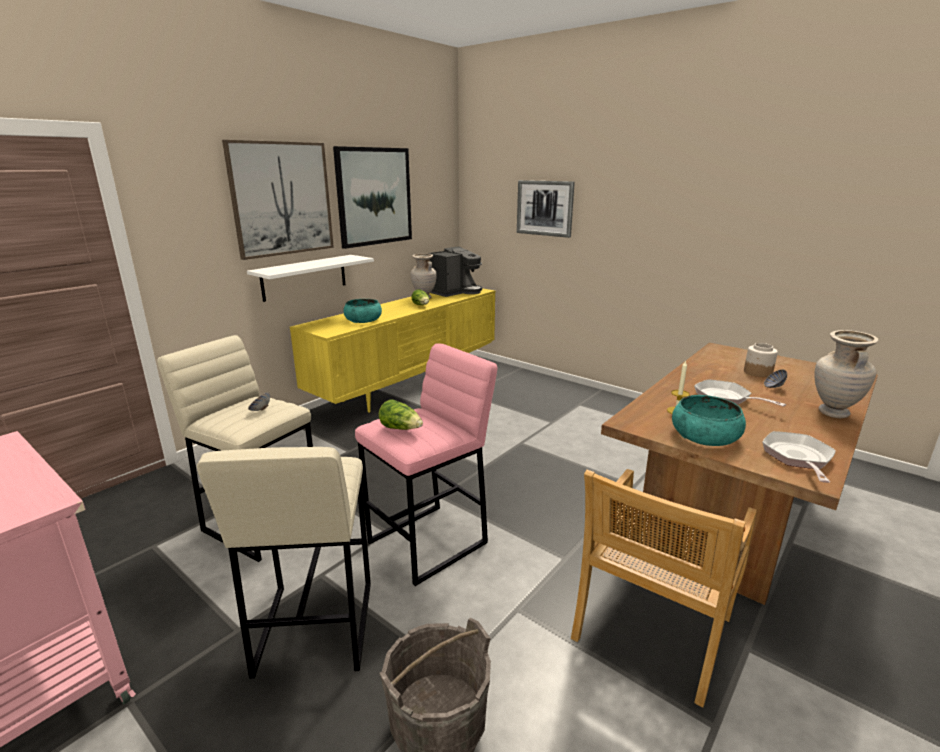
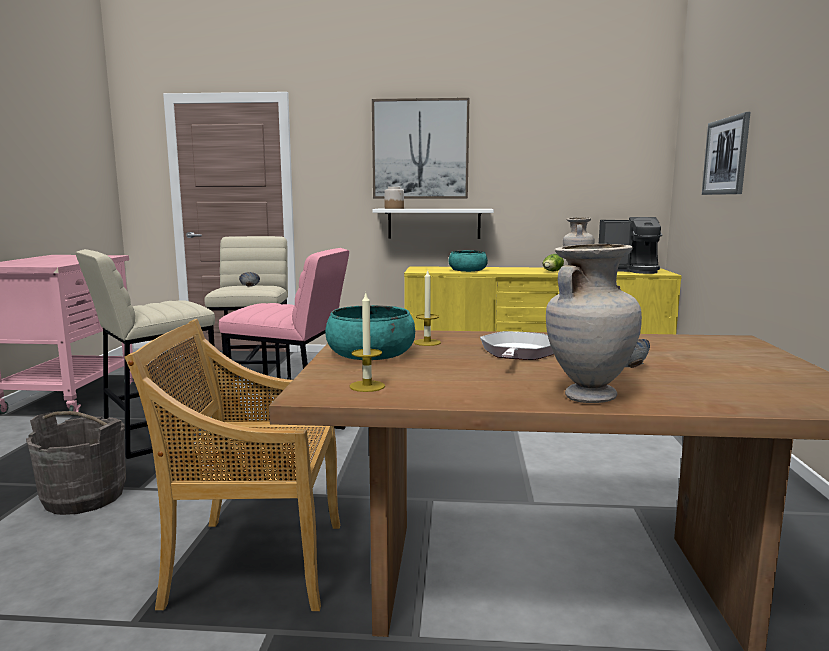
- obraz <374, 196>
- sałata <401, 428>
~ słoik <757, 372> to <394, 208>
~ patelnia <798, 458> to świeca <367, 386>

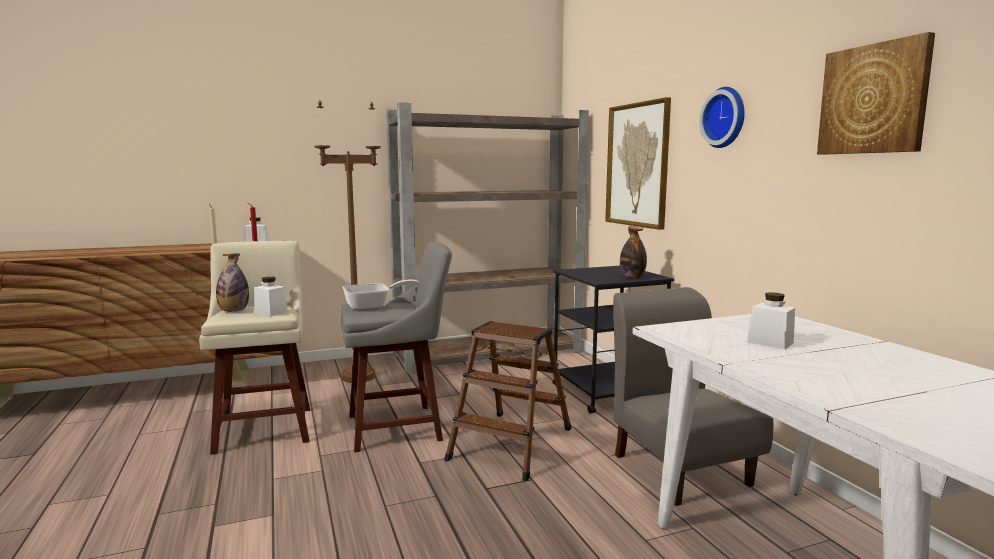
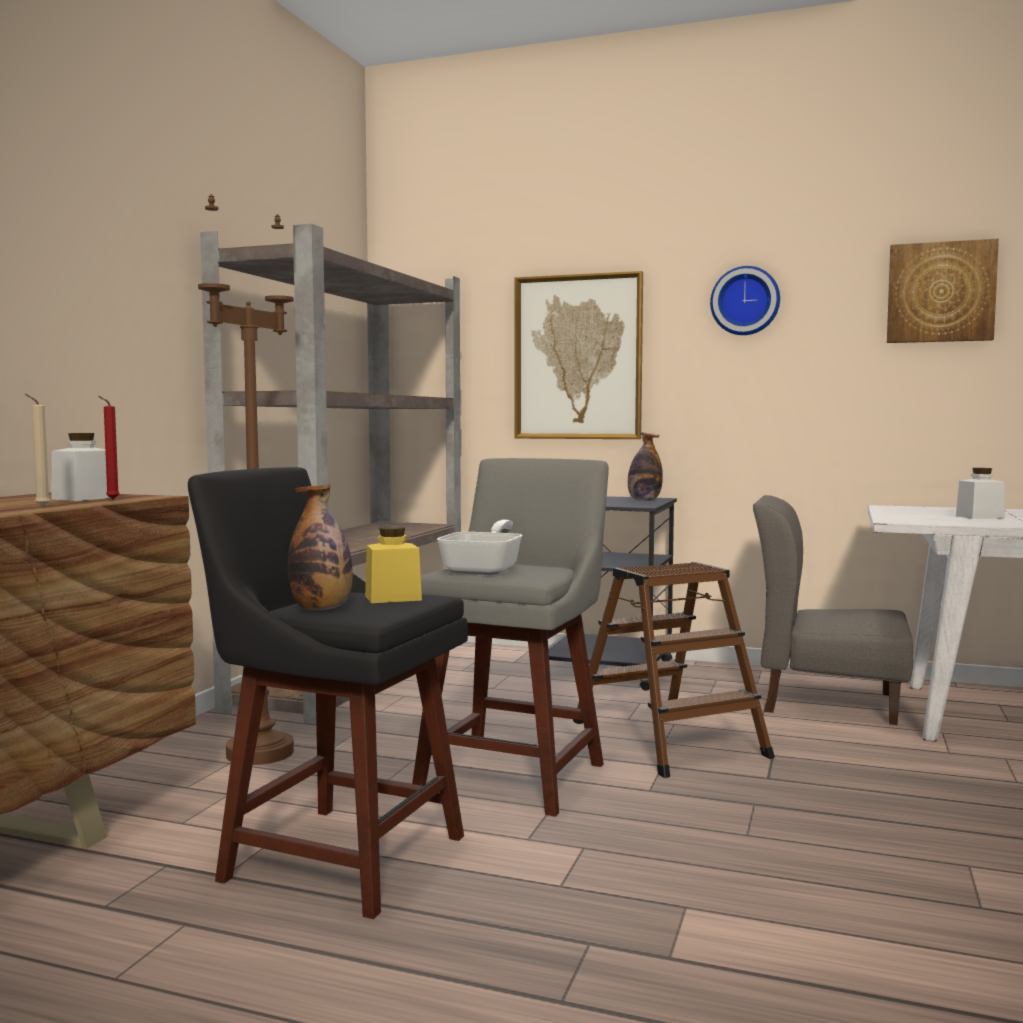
~ stołek [beżowy] <265, 427> to stołek [czarny] <336, 855>
~ słoik [biały] <271, 312> to słoik [żółty] <393, 598>

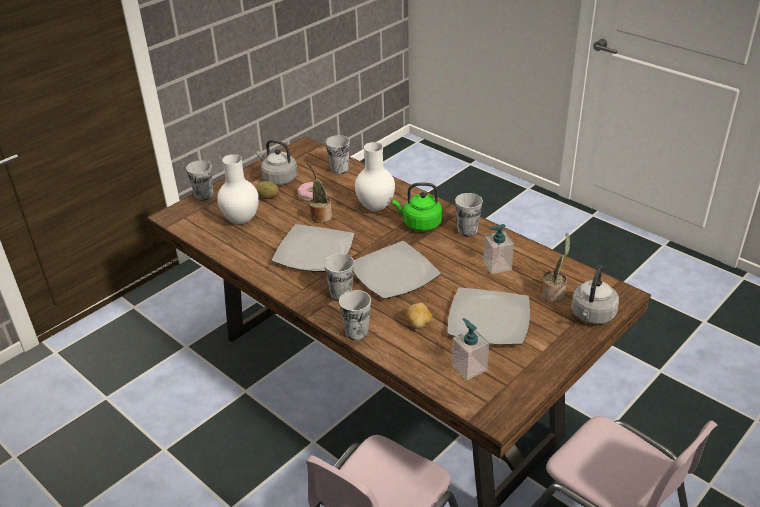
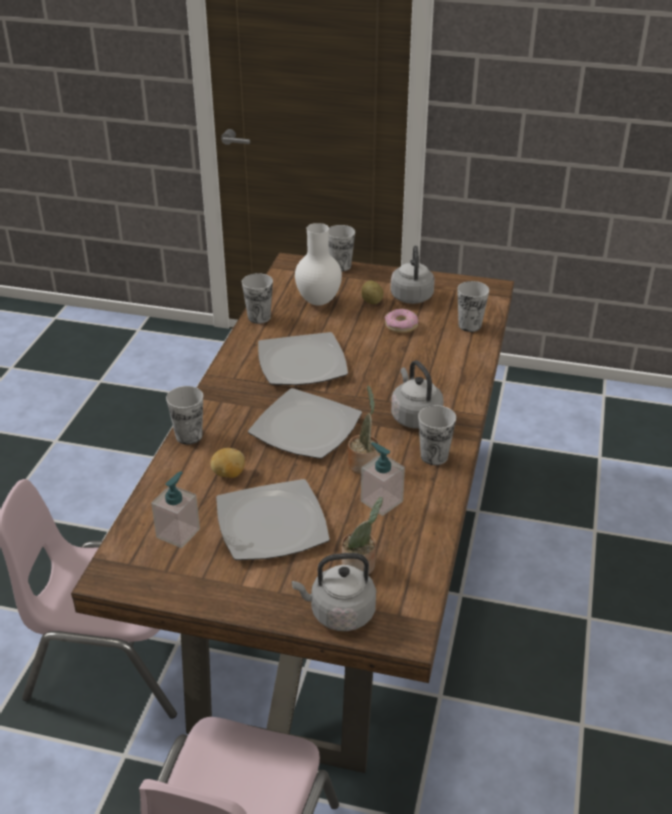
~ roślina doniczkowa <320, 216> to <363, 463>
~ filiżanka <341, 294> to <259, 317>
- wazon [biały] <375, 208>
~ czajnik [zielony] <420, 224> to czajnik [szary] <414, 416>

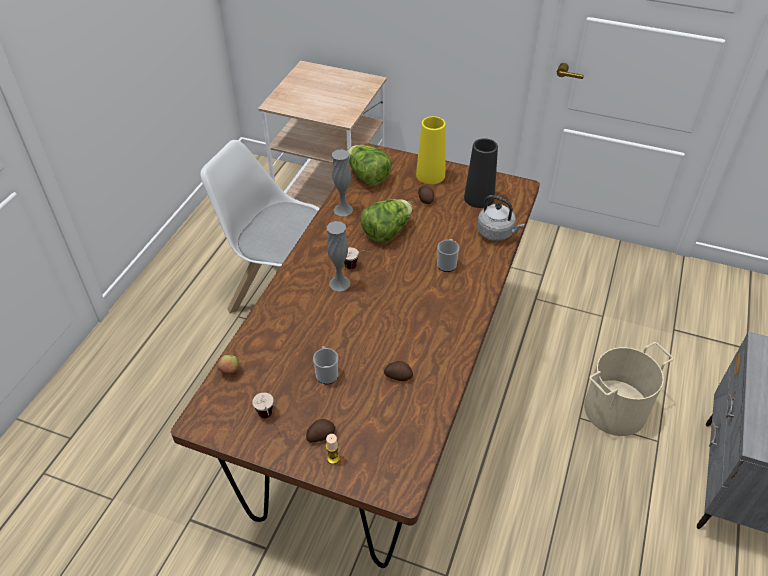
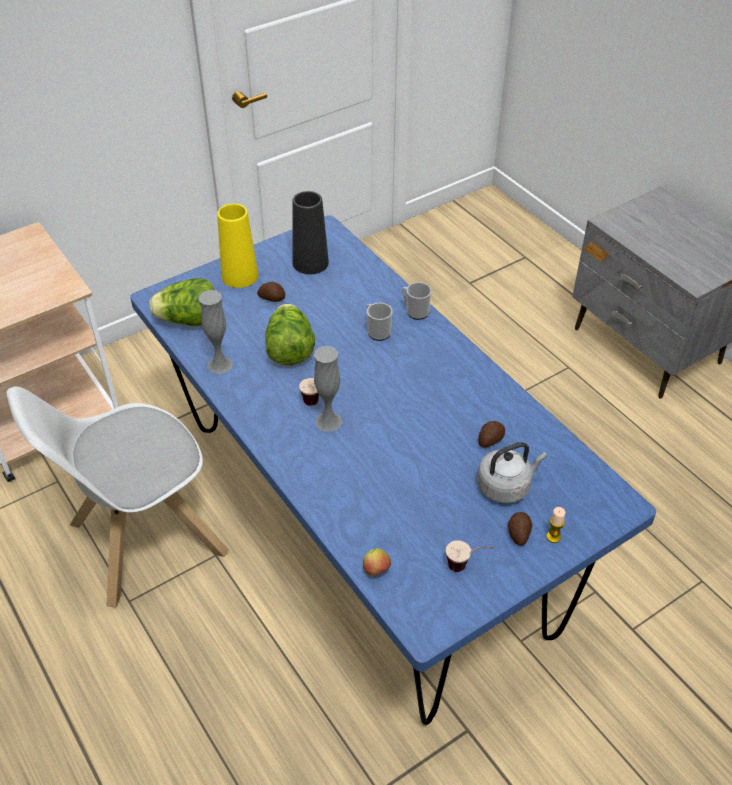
~ stół jadalny [brązowy] <385, 398> to stół jadalny [niebieski] <368, 526>
~ kubek <326, 373> to <415, 311>
~ czajnik [szary] <497, 233> to <506, 486>
- wiadro [beżowy] <616, 410>

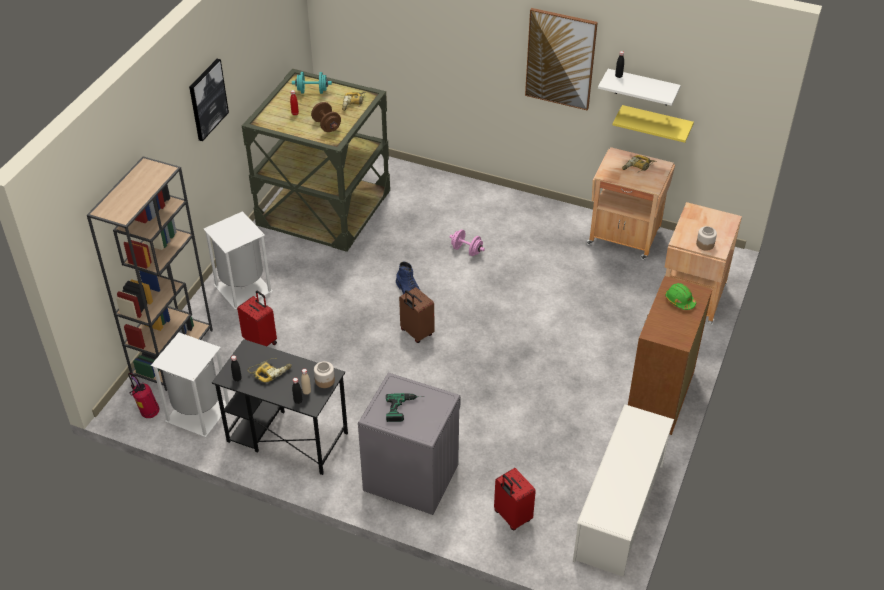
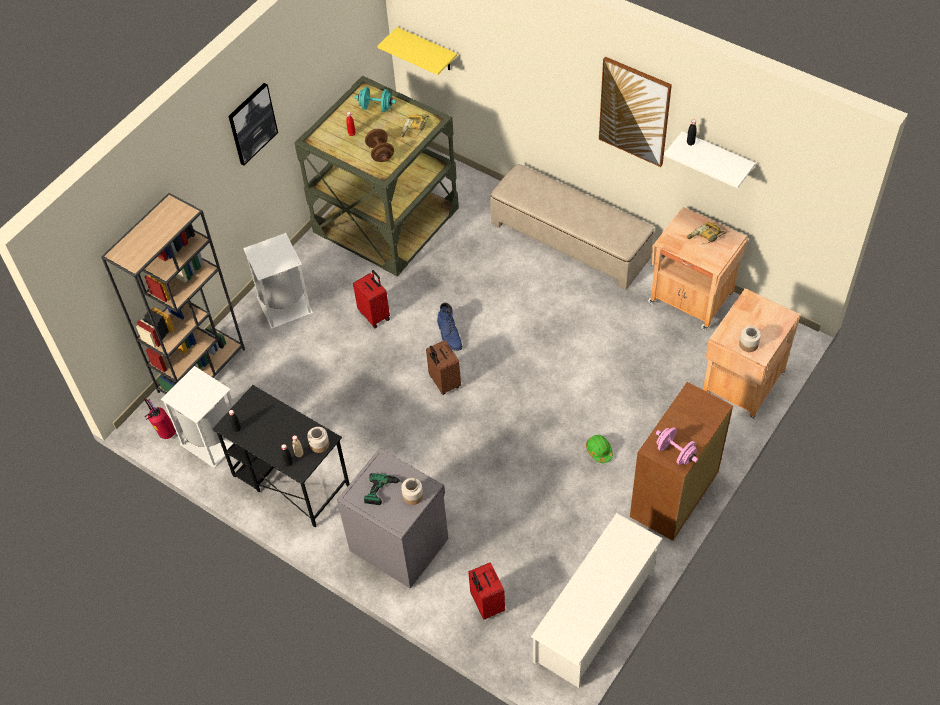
~ walizka [czerwony] <261, 341> to <375, 315>
- wiertarka <270, 371>
~ hantel [różowy] <466, 250> to <675, 453>
~ półka [żółty] <656, 123> to <427, 50>
~ kask [zielony] <679, 300> to <599, 451>
+ słoik <413, 495>
+ ławka [beżowy] <571, 240>

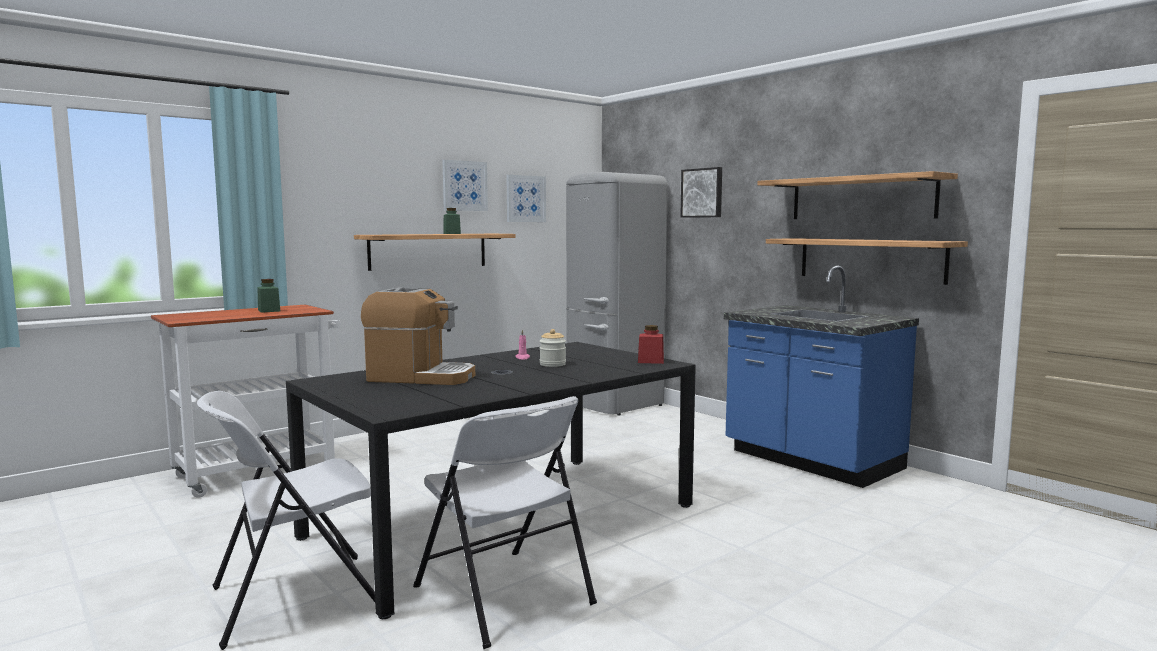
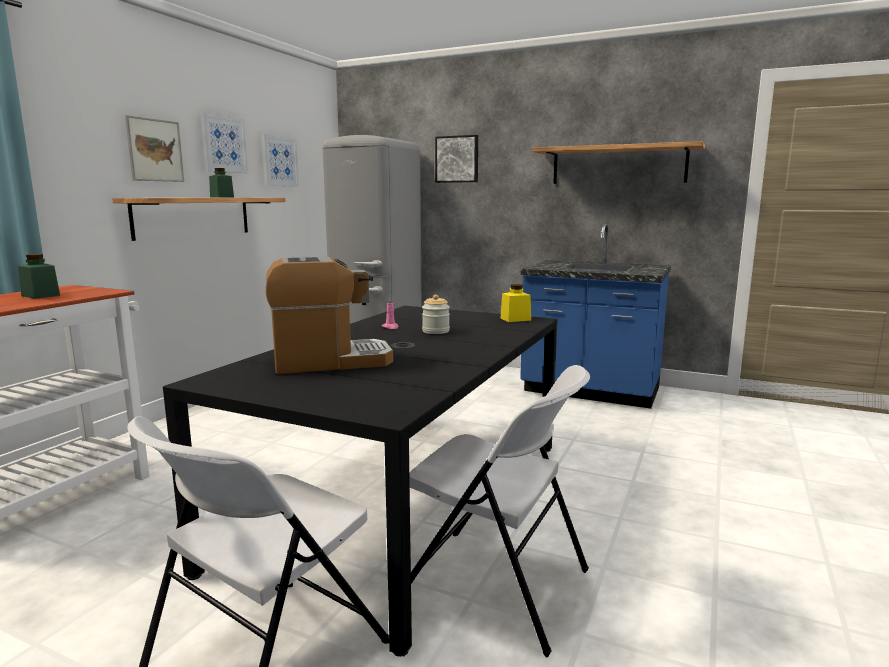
~ słoik [czerwony] <650, 361> to słoik [żółty] <515, 319>
- półka <870, 259>
+ obraz <155, 150>

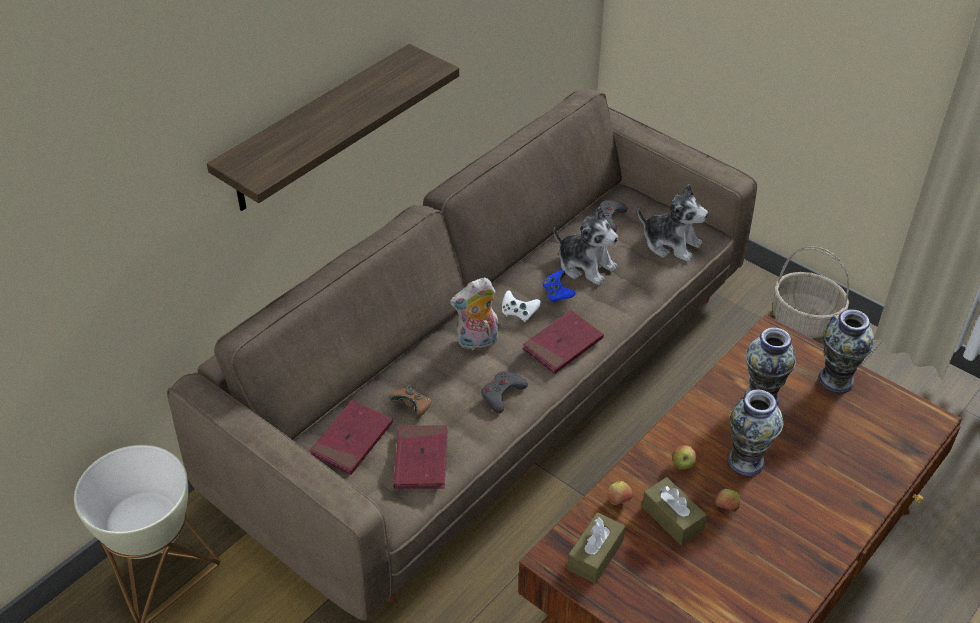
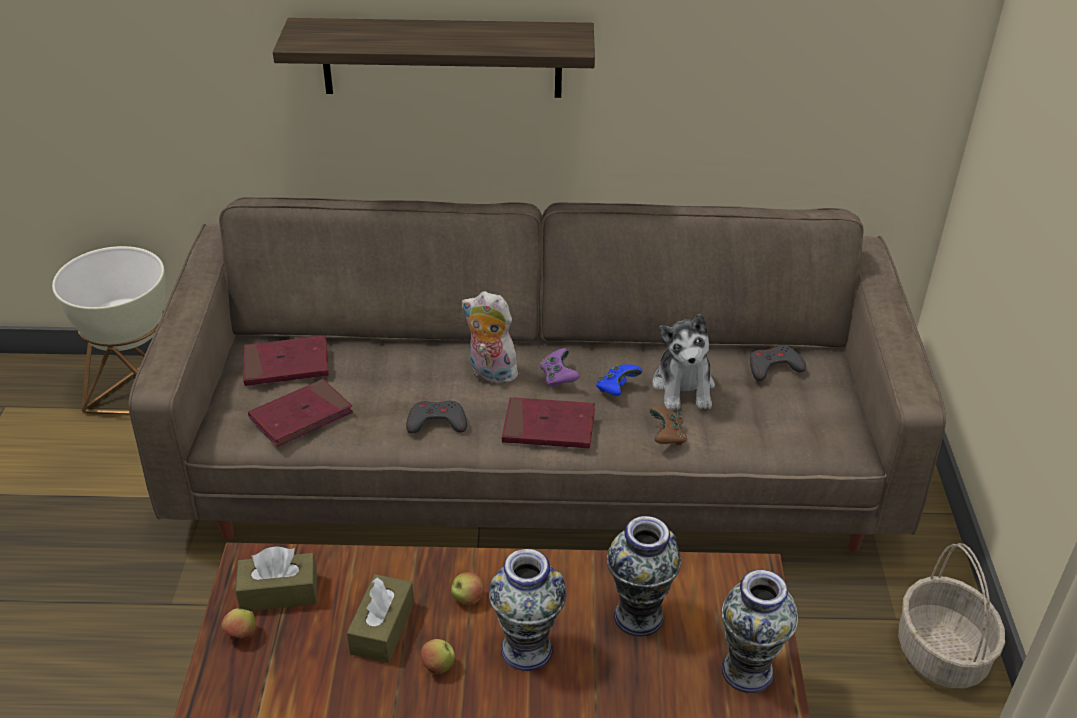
~ pad do gier [brązowy] <413, 407> to <667, 436>
~ pad do gier [biały] <518, 313> to pad do gier [fioletowy] <558, 377>
~ jabłko <618, 501> to <242, 635>
- pluszak <671, 244>

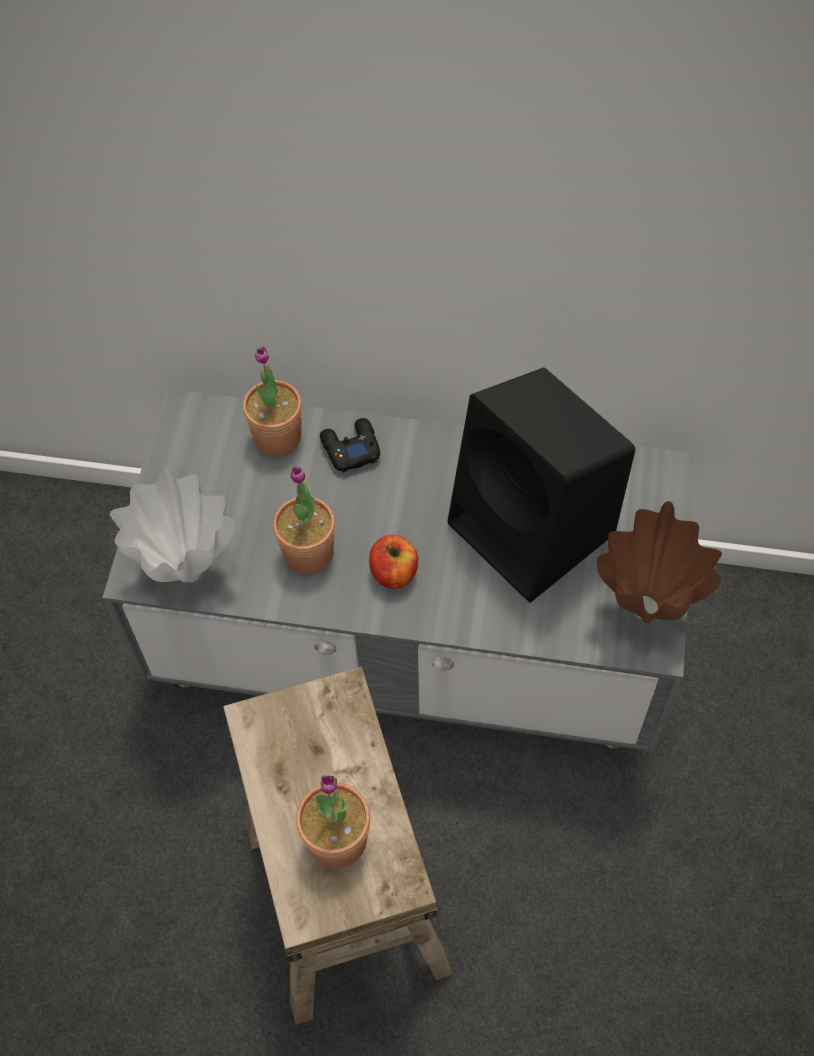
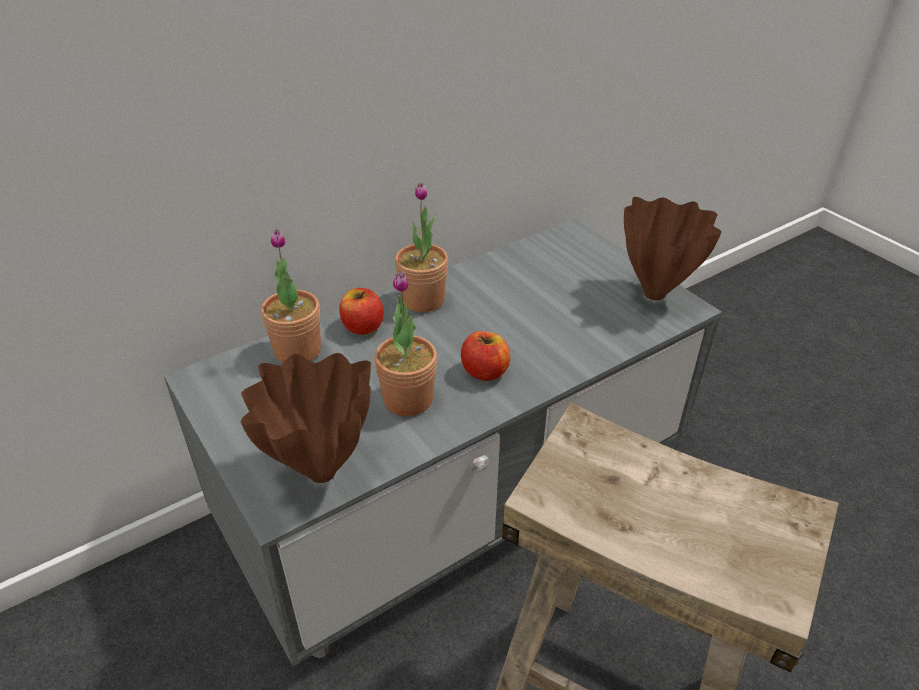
~ wazon [biały] <186, 570> to wazon [brązowy] <319, 473>
~ roślina doniczkowa <337, 840> to <423, 300>
~ pad do gier [czarny] <350, 448> to jabłko <362, 327>
- głośnik [czarny] <535, 530>

